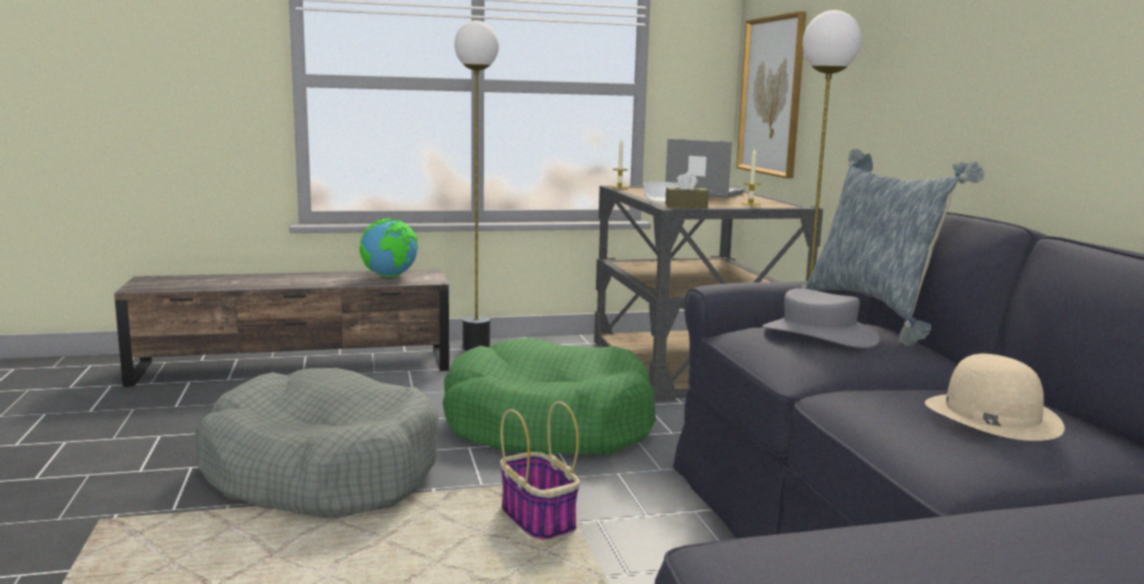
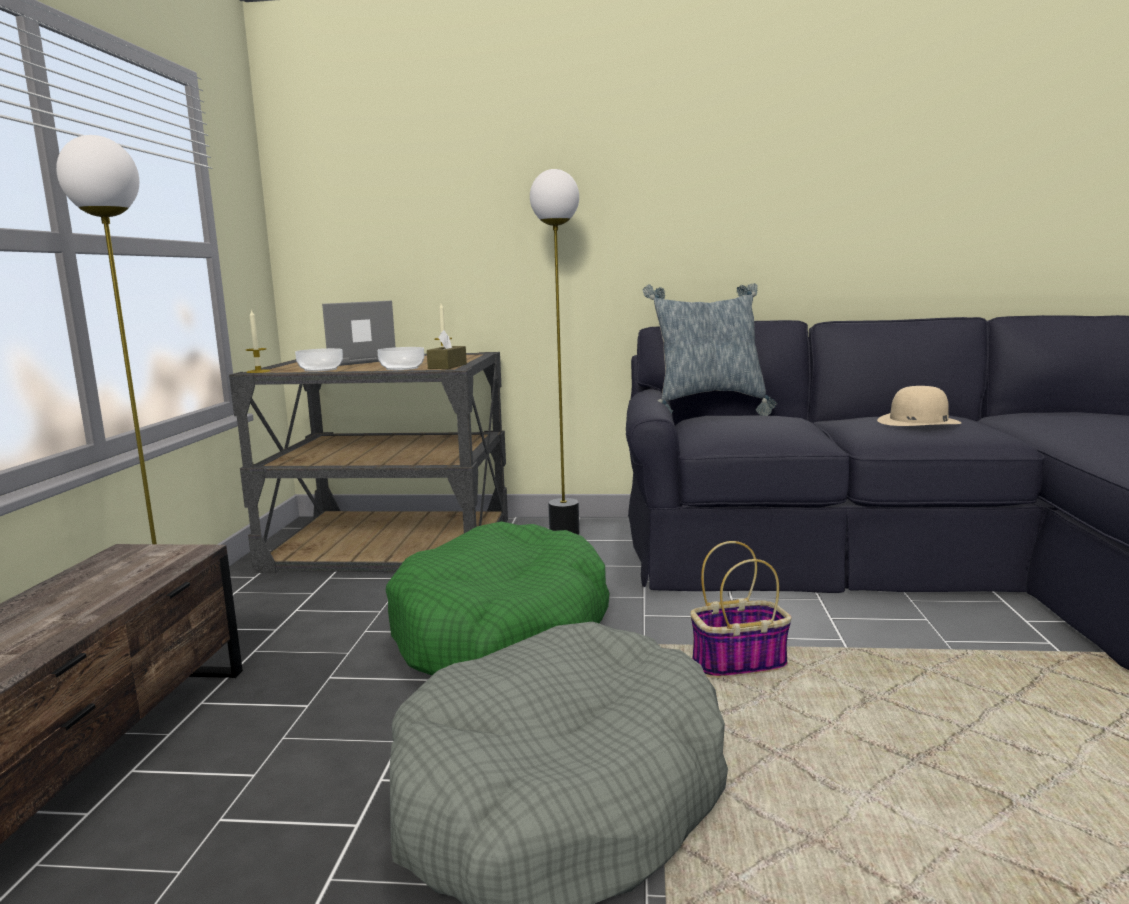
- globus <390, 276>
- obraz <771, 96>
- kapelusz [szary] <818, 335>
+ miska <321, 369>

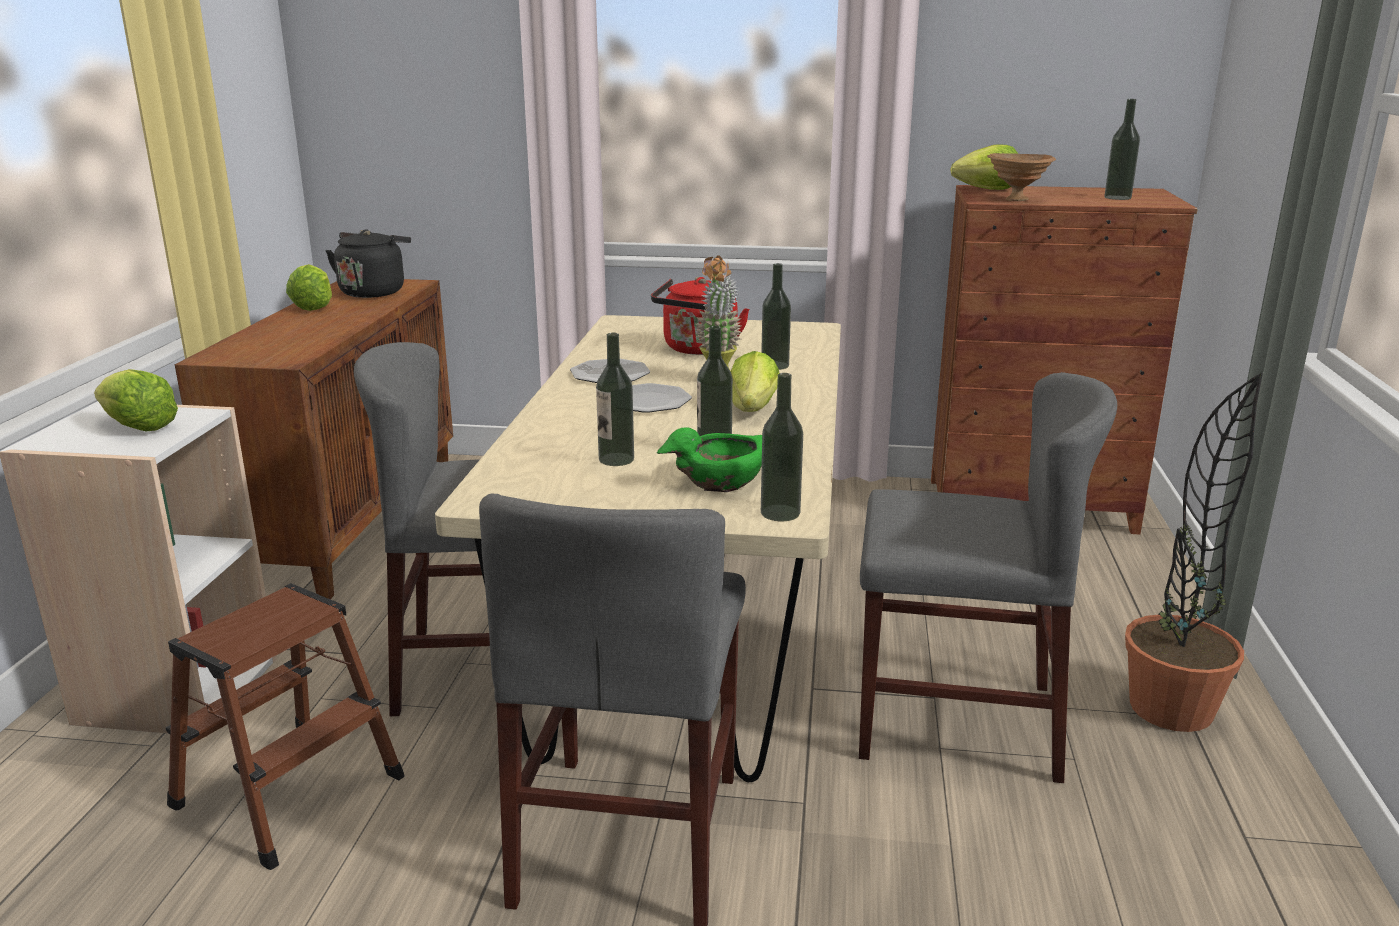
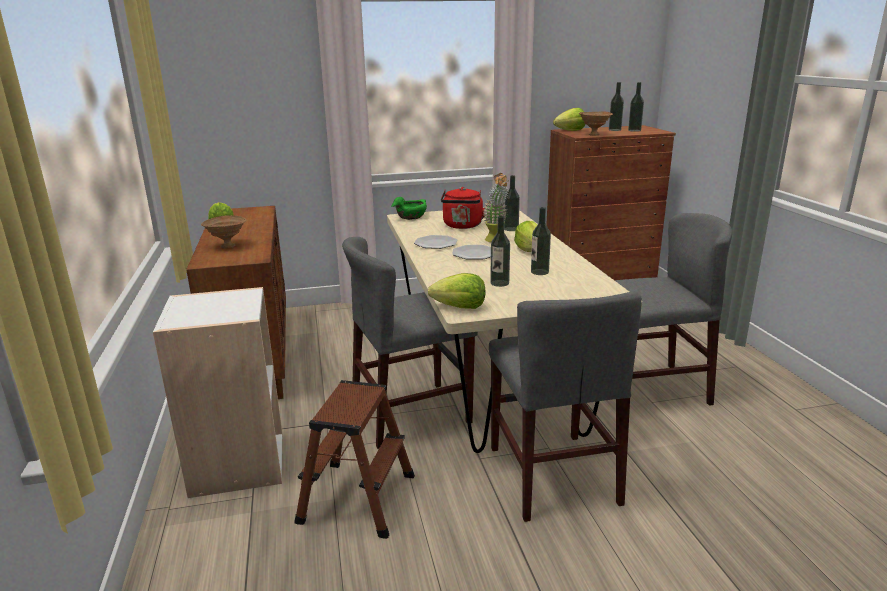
~ sałata <138, 427> to <460, 307>
- czajnik [czarny] <374, 292>
~ miska [zielony] <721, 480> to <411, 216>
~ butelka <780, 513> to <614, 130>
- roślina doniczkowa <1171, 709>
+ miska [brązowy] <227, 246>

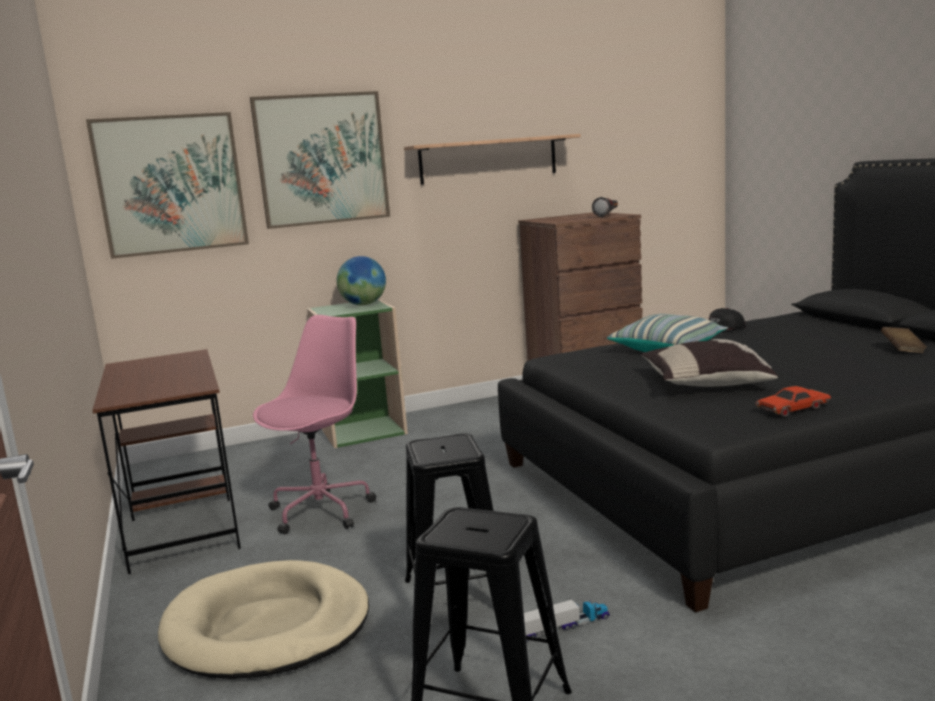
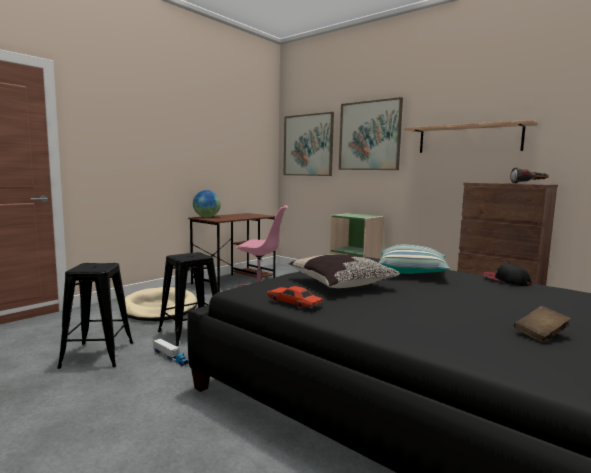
~ globus <363, 305> to <206, 217>

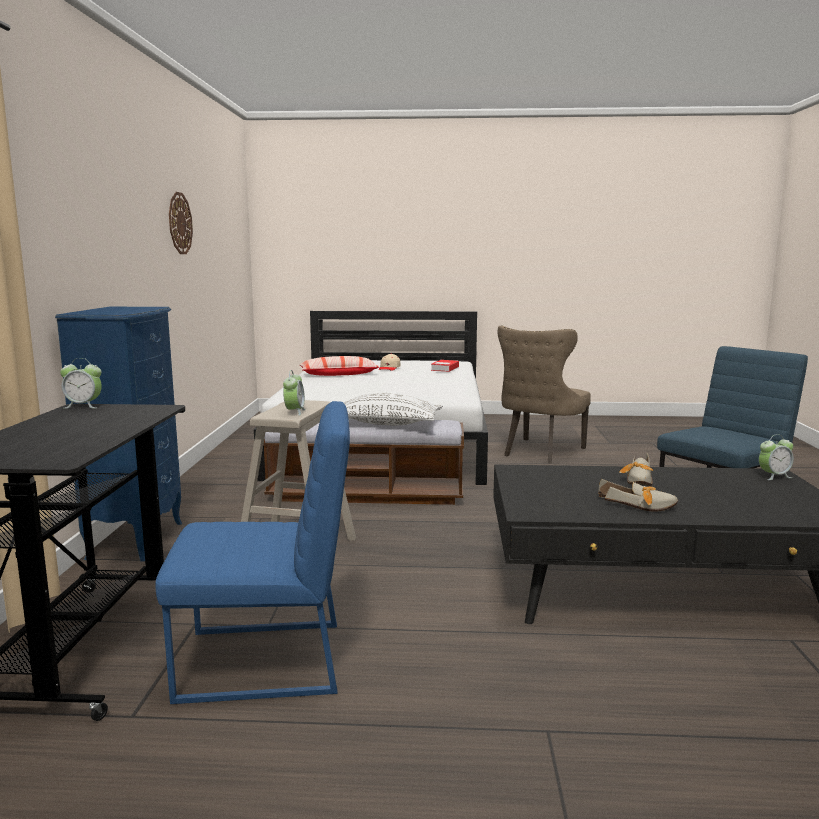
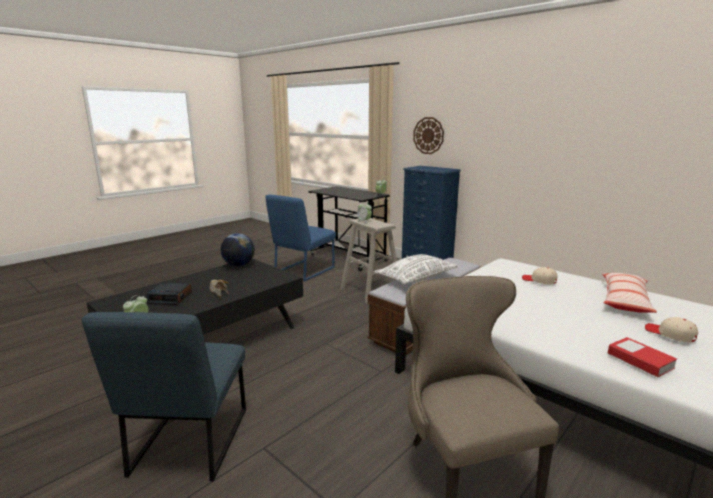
~ zegar ścienny <179, 223> to <428, 135>
- but <641, 506>
+ budzik <170, 298>
+ globus <239, 265>
+ czapka z daszkiem [beżowy] <539, 280>

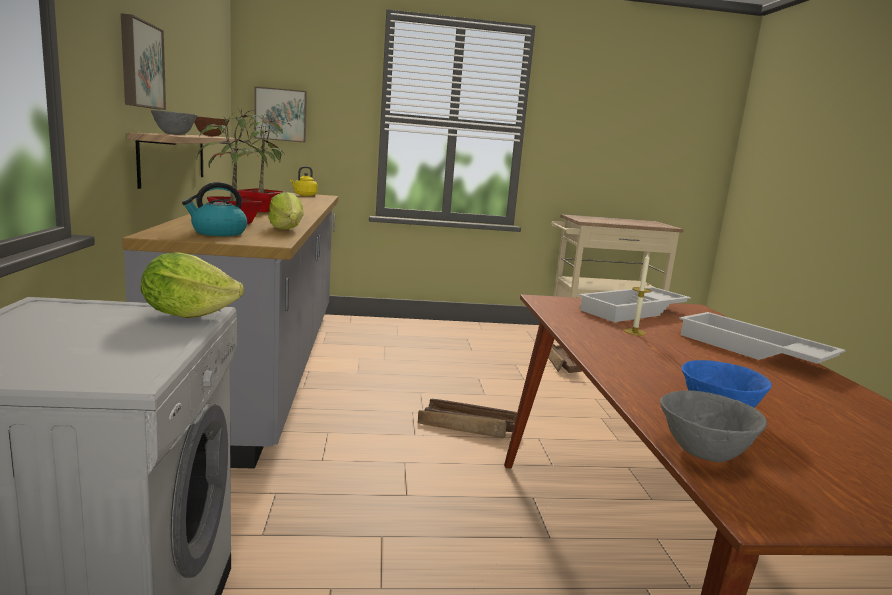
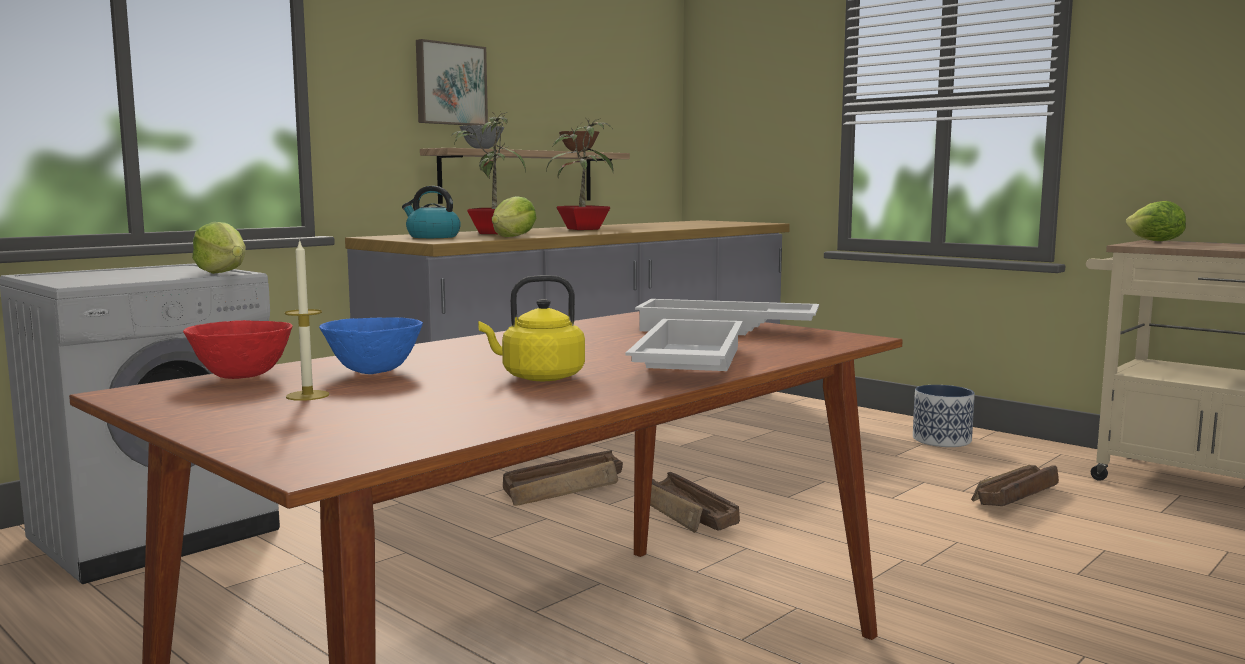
- obraz <281, 115>
~ czajnik [żółty] <304, 195> to <538, 377>
~ świeca <634, 332> to <307, 395>
~ miska [szary] <702, 453> to miska [czerwony] <242, 376>
+ skrzynka <565, 489>
+ donica <941, 440>
+ sałata <1154, 241>

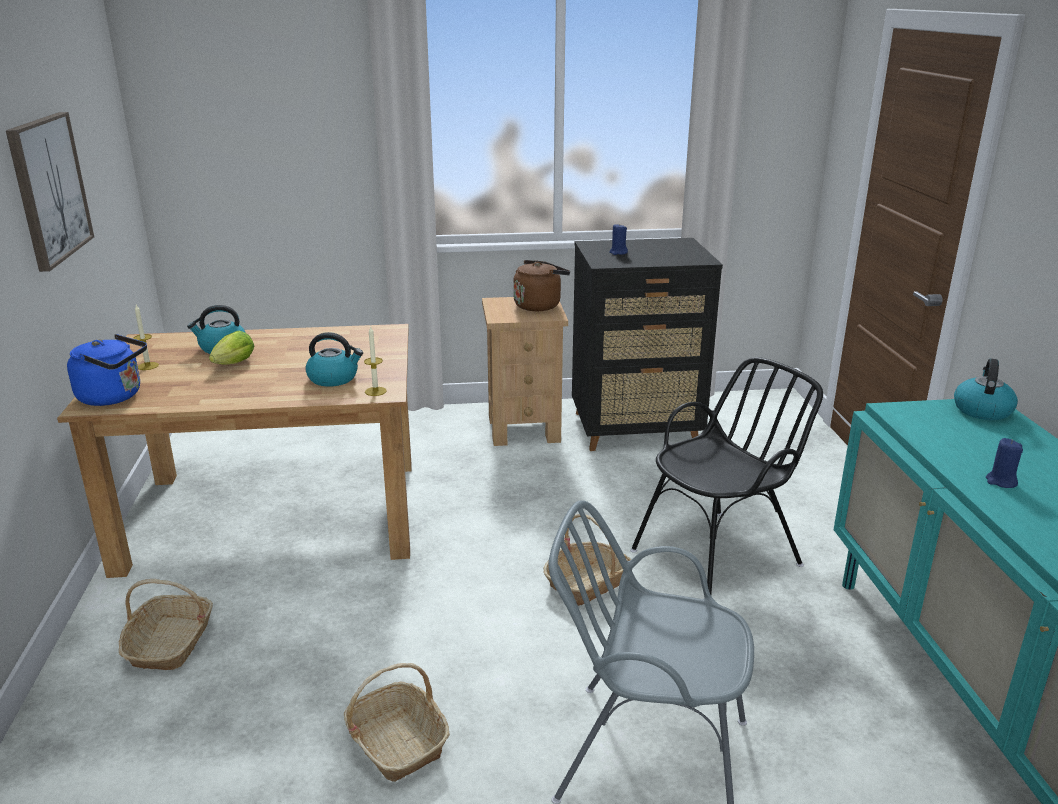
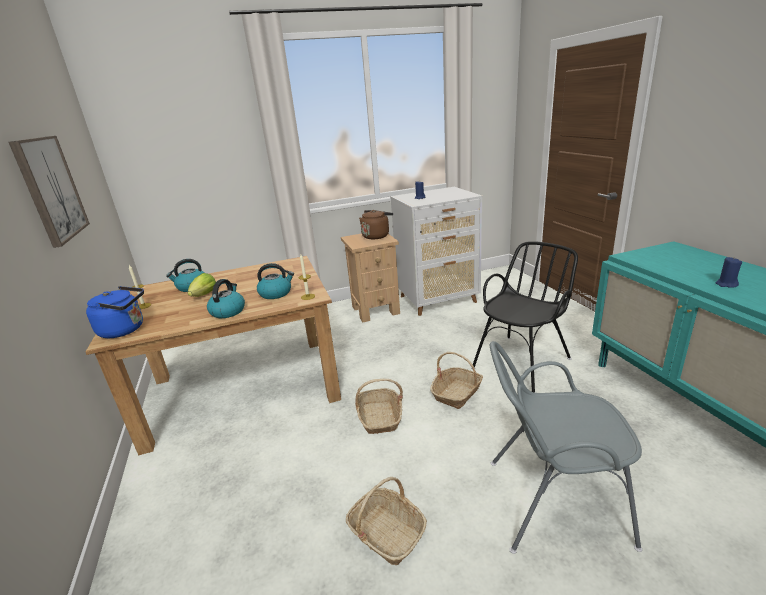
~ koszyk <170, 643> to <379, 417>
~ komoda [czarny] <636, 428> to komoda [biały] <438, 299>
~ czajnik <982, 410> to <228, 311>

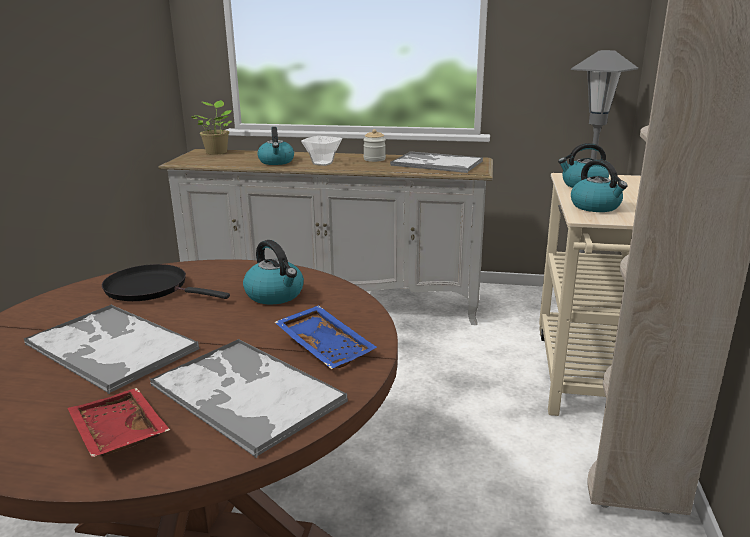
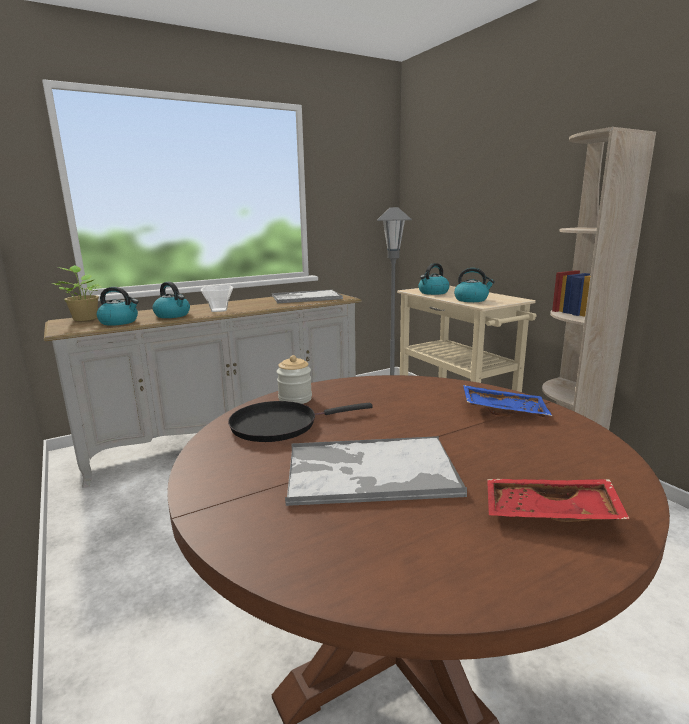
- taca <245, 393>
~ czajnik <275, 295> to <119, 322>
~ słoik <374, 159> to <295, 399>

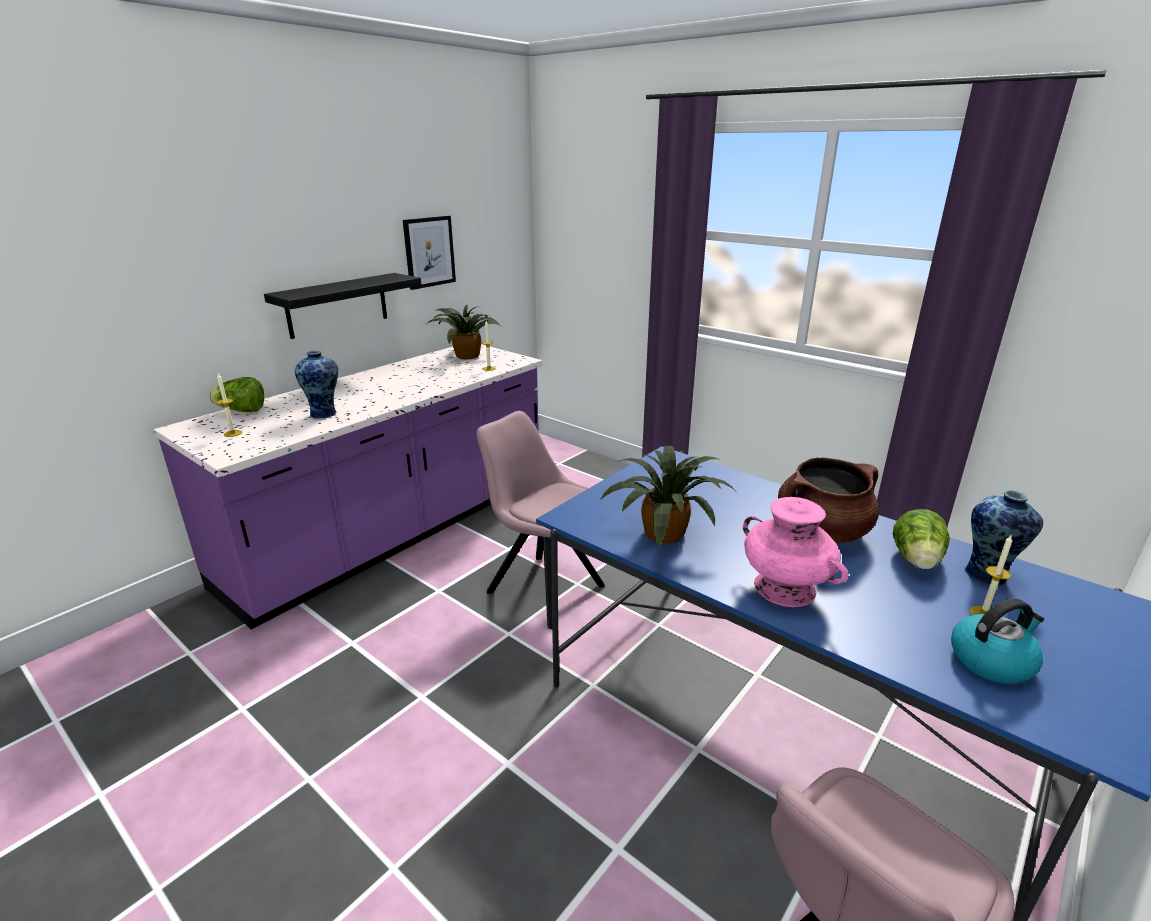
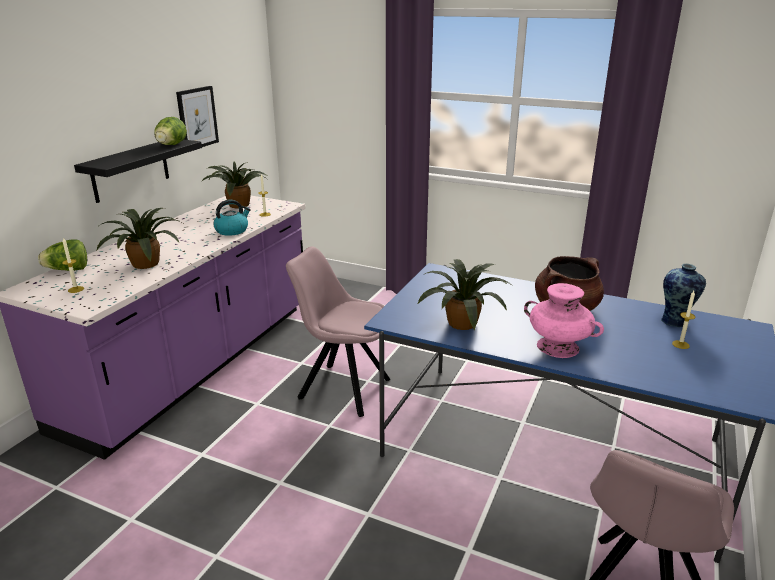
~ wazon <324, 413> to roślina doniczkowa <147, 264>
~ sałata <917, 561> to <171, 145>
~ czajnik <991, 660> to <232, 230>

